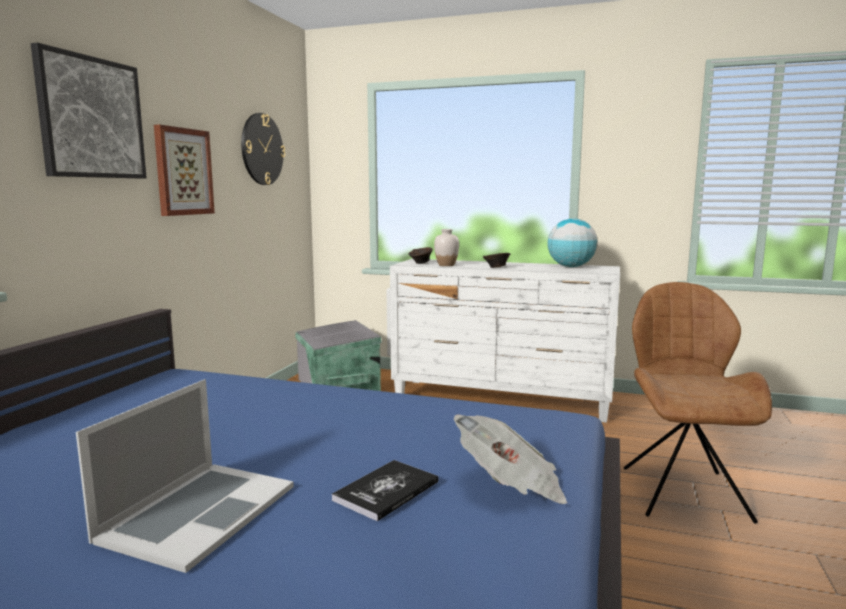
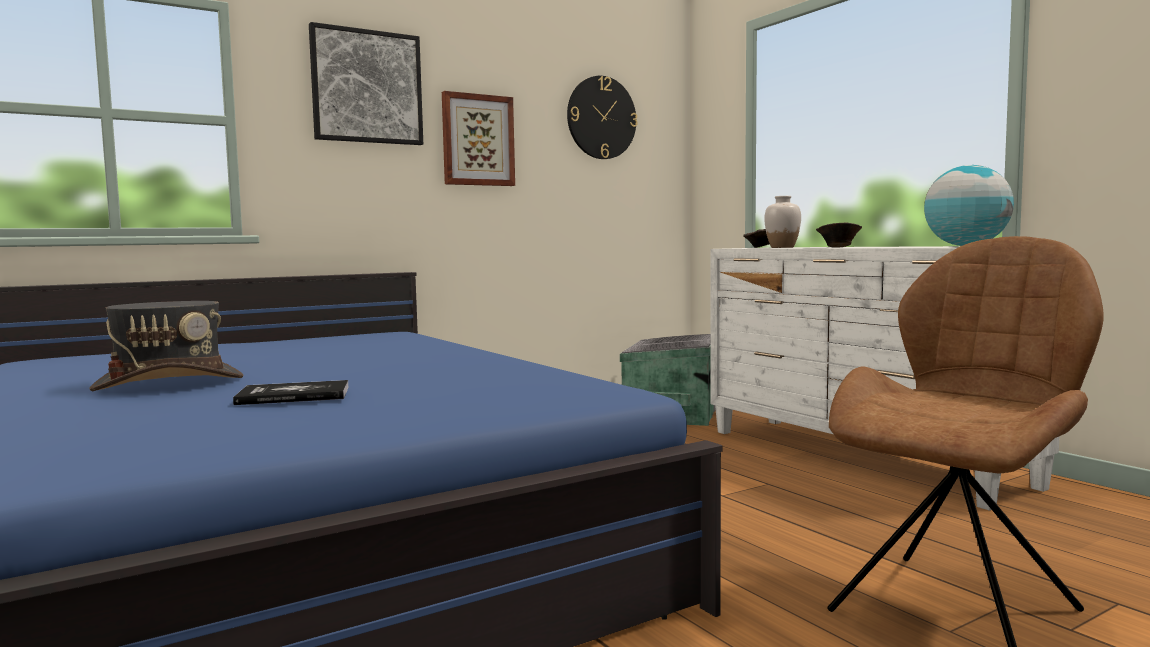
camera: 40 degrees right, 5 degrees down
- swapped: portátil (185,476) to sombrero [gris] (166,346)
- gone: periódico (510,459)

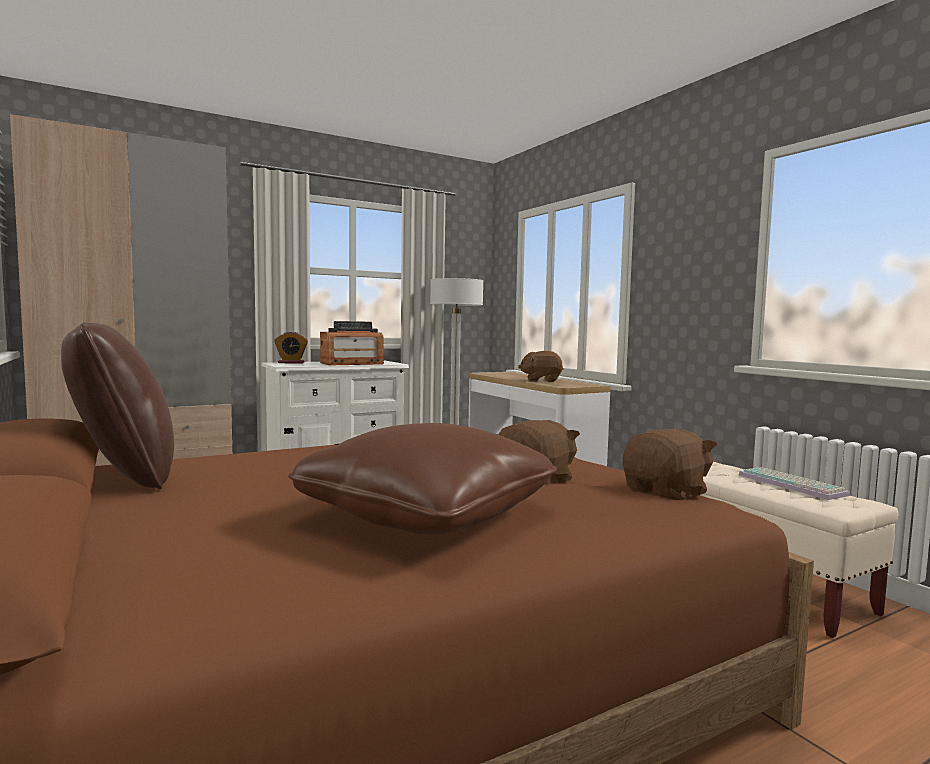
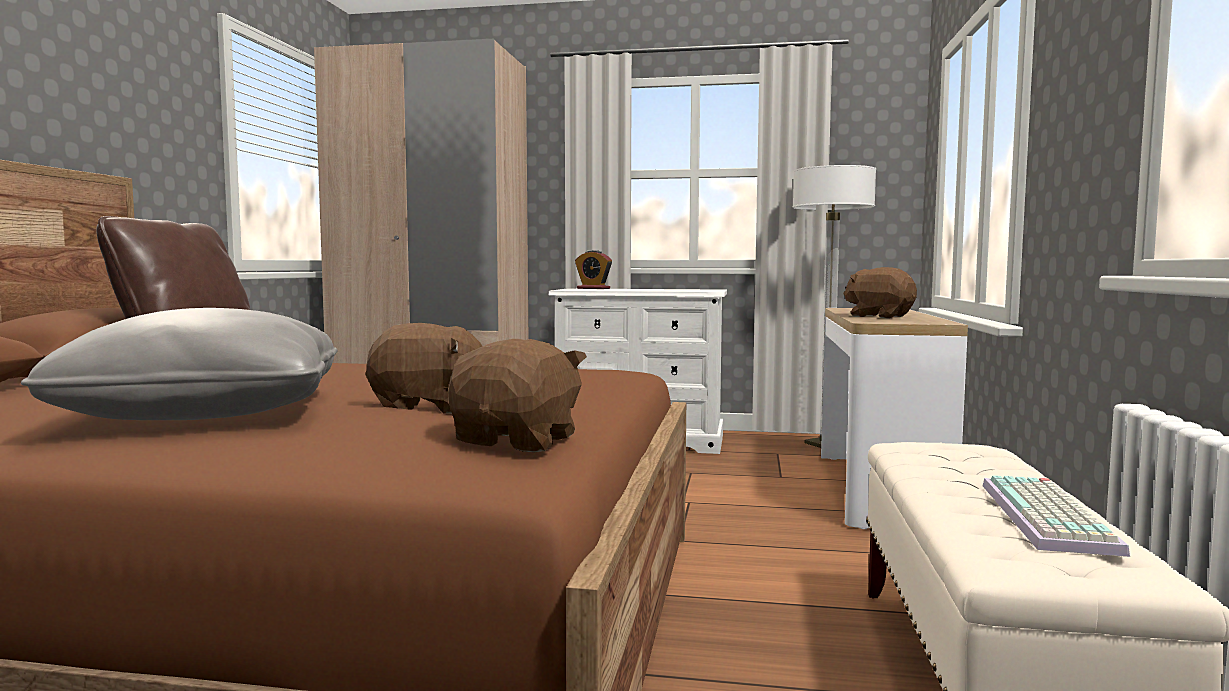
camera: 40 degrees right, 0 degrees up
- repainted: cojín [marrón] (422,479) to cojín [gris] (179,364)
- rotated: peluche [marrón] (670,464) = (517,395) 75 degrees counterclockwise
- gone: radio (352,343)

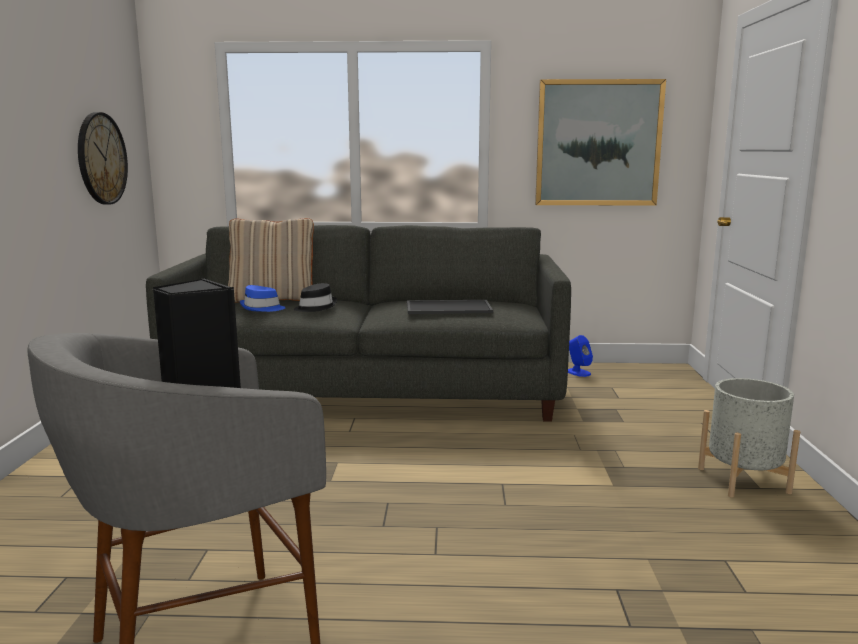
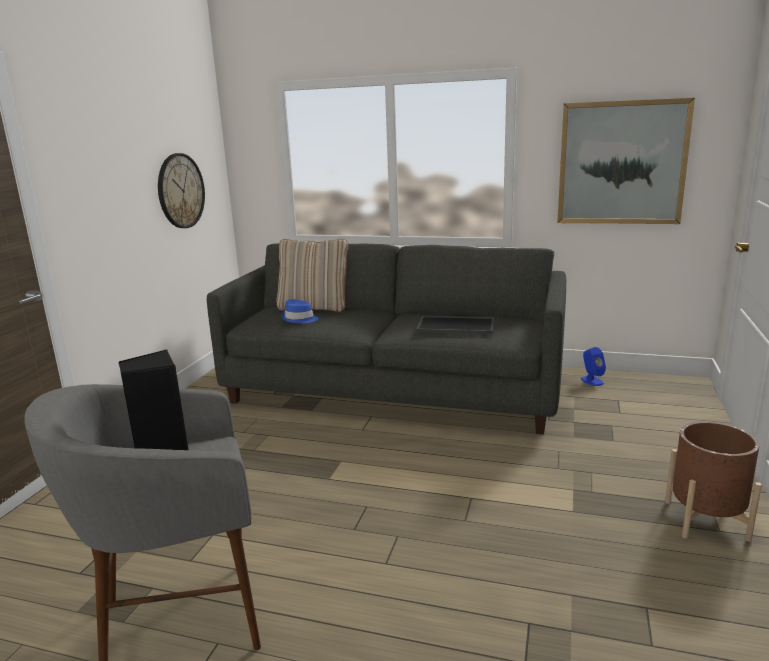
camera: 15 degrees right, 5 degrees up
- repainted: maceta [gris] (749,438) to maceta [marrón] (713,481)
- gone: sombrero [negro] (315,297)

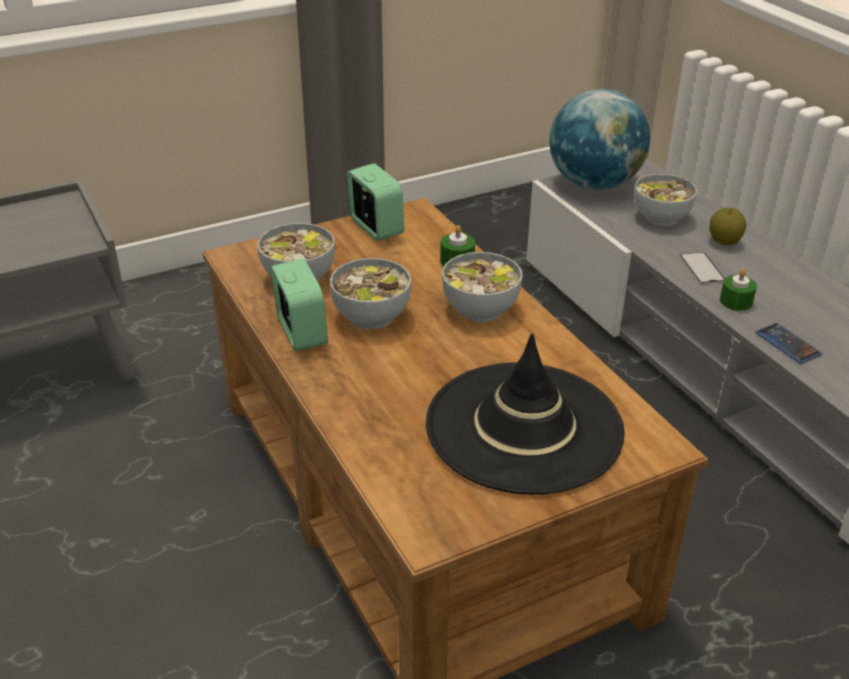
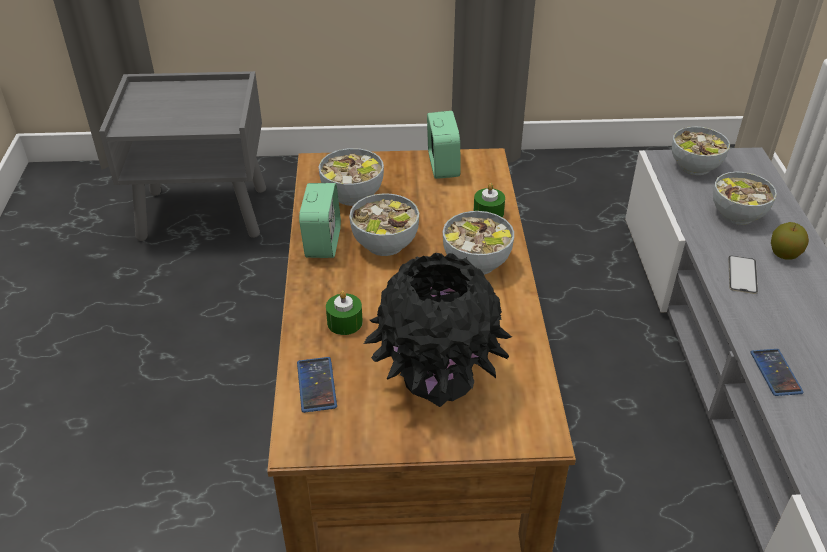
camera: 25 degrees right, 5 degrees up
- new: móvil (317,385)
- shifted: vela [verde] (738,290) to (344,313)
- swapped: sombrero [negro] (525,414) to florero [negro] (438,330)
- swapped: globo terráqueo (599,139) to cuenco (701,150)

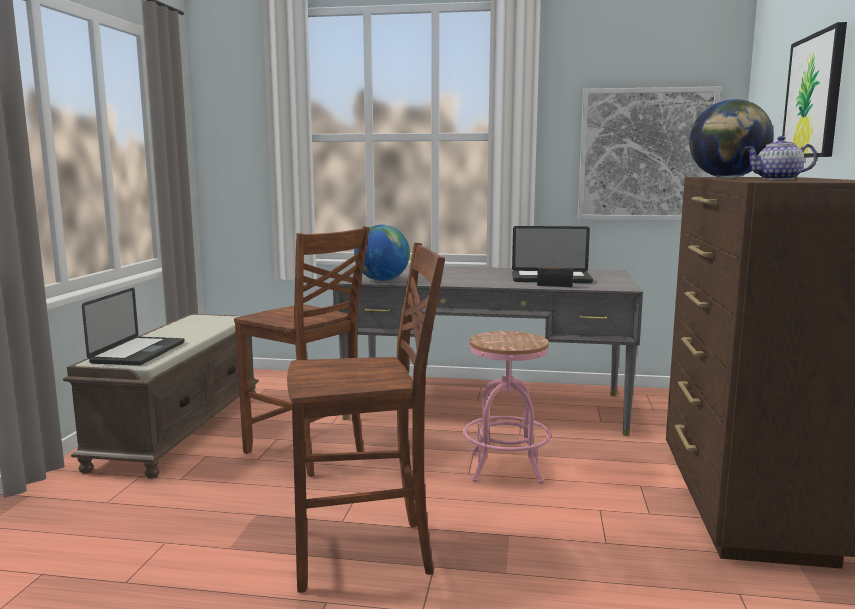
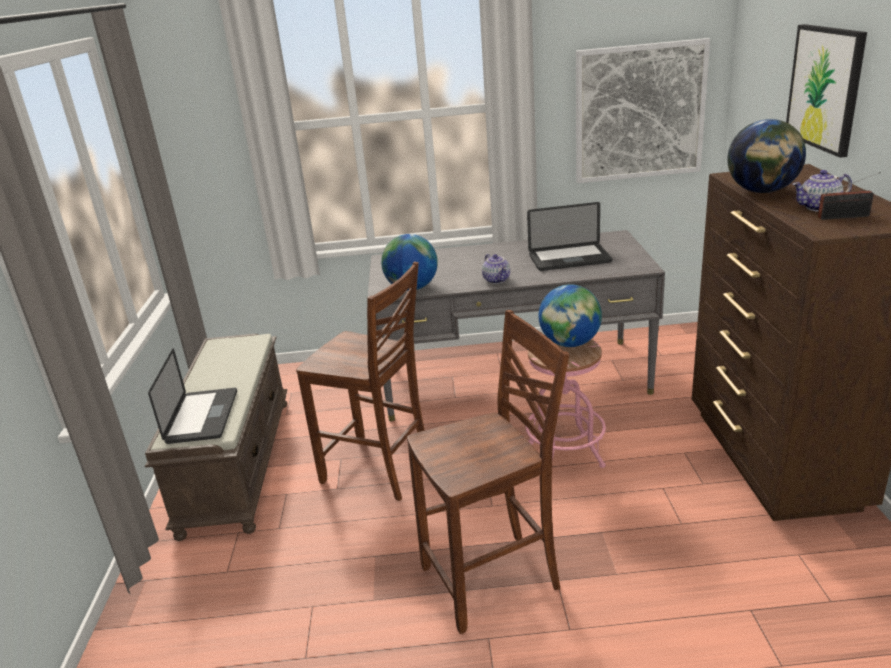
camera: 10 degrees left, 15 degrees up
- new: tetera (496,269)
- new: globo terráqueo (570,315)
- shifted: radio (556,271) to (849,196)

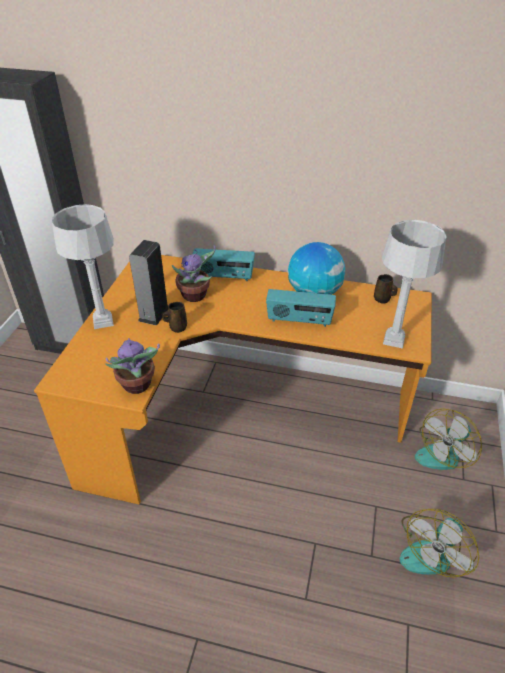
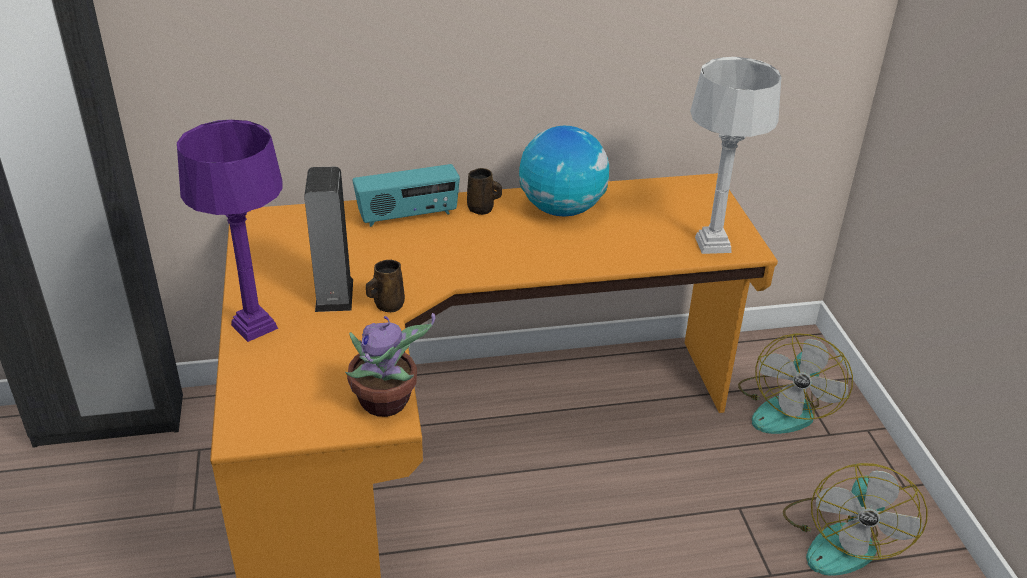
camera: 25 degrees left, 5 degrees down
- repainted: lámpara de mesa [gris] (83,266) to lámpara de mesa [morado] (229,231)
- shifted: taza grande [marrón] (386,288) to (484,191)
- gone: planta en maceta (194,273)
- gone: radio (301,308)

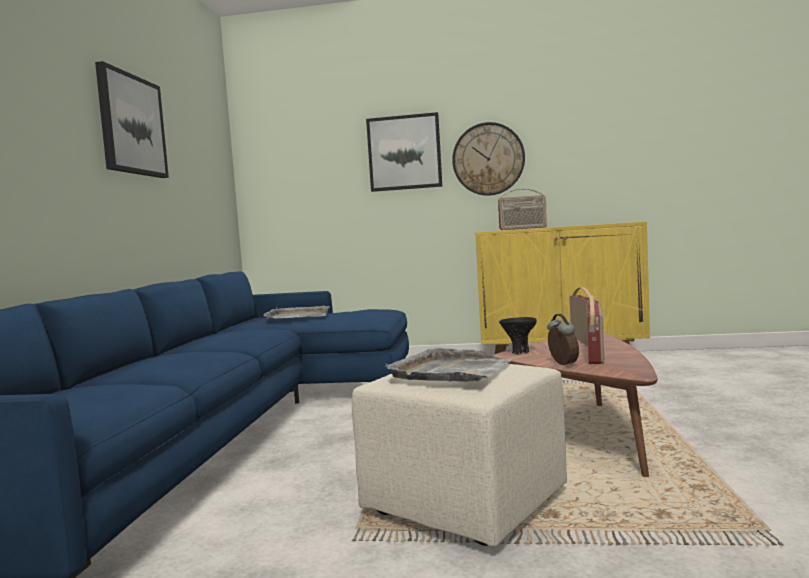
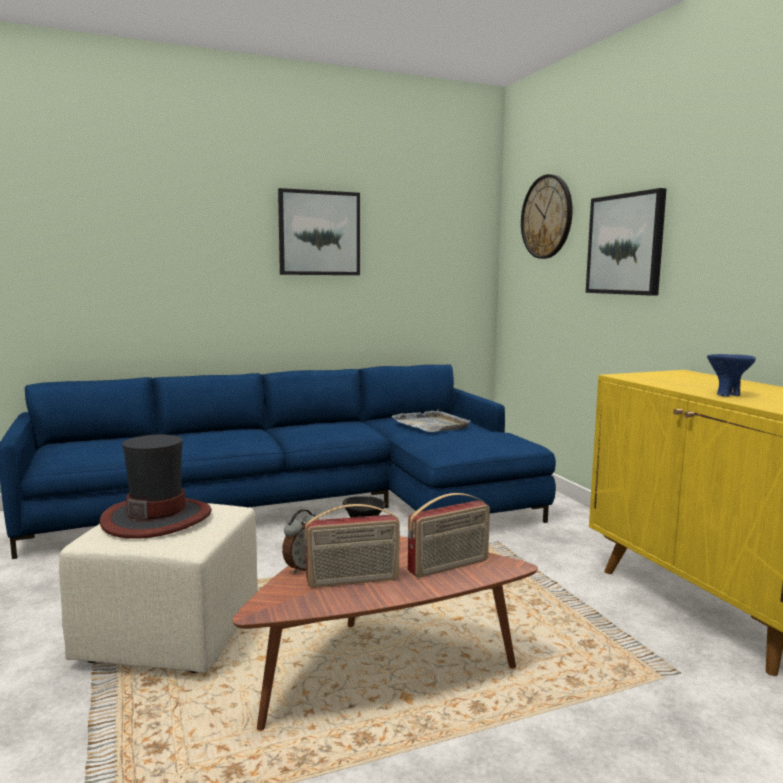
camera: 60 degrees right, 5 degrees up
- swapped: bandeja [gris] (448,365) to sombrero (156,487)
- shifted: reloj de pared (488,159) to (547,216)
- new: cuenco [azul] (731,375)
- gone: radio (522,209)

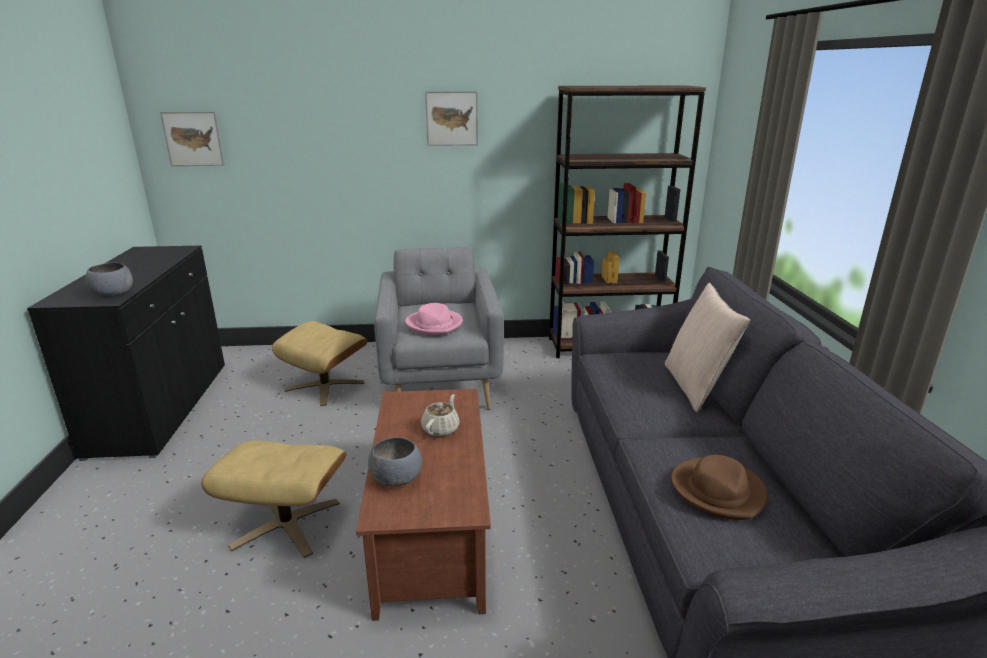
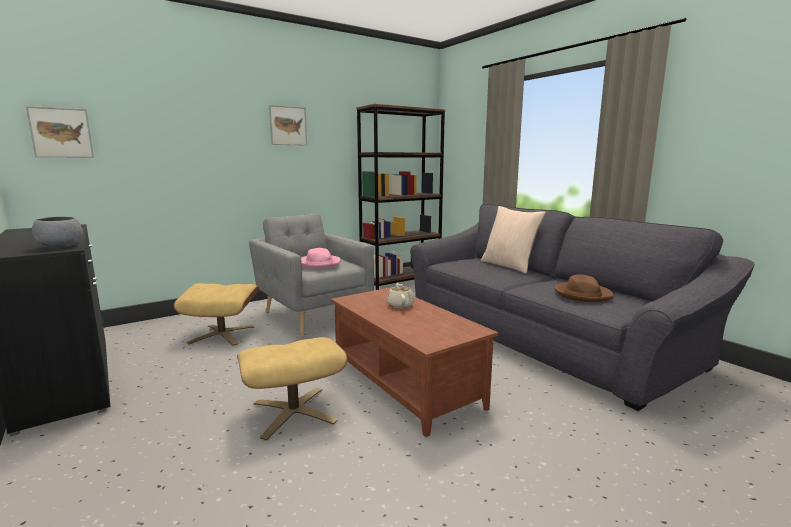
camera: 30 degrees left, 10 degrees down
- gone: cuenco [gris] (395,461)

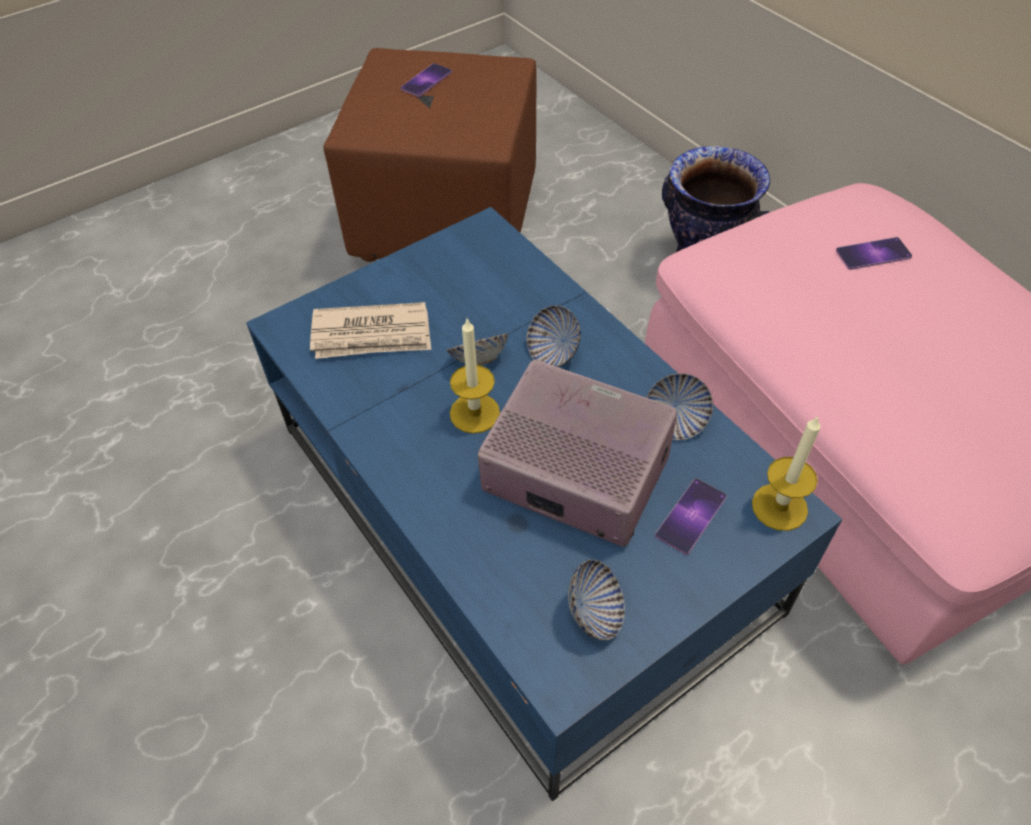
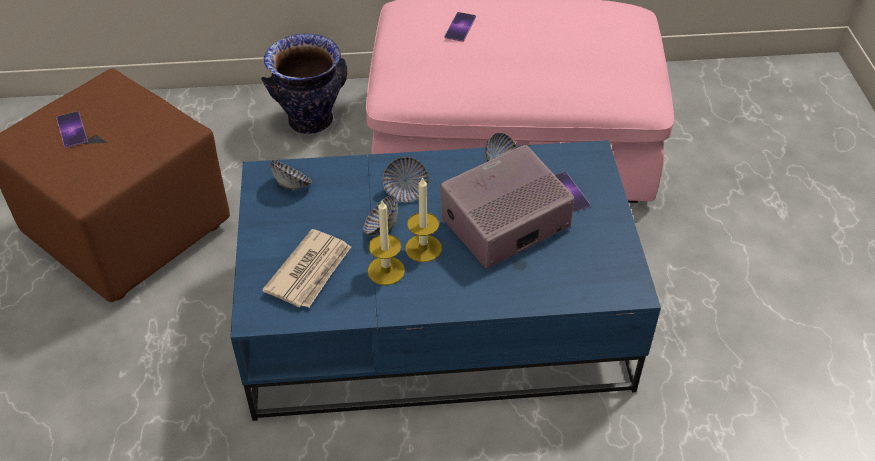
camera: 60 degrees left, 5 degrees down
- shifted: cuenco (596,599) to (291,175)
- shifted: vela (786,473) to (386,242)

